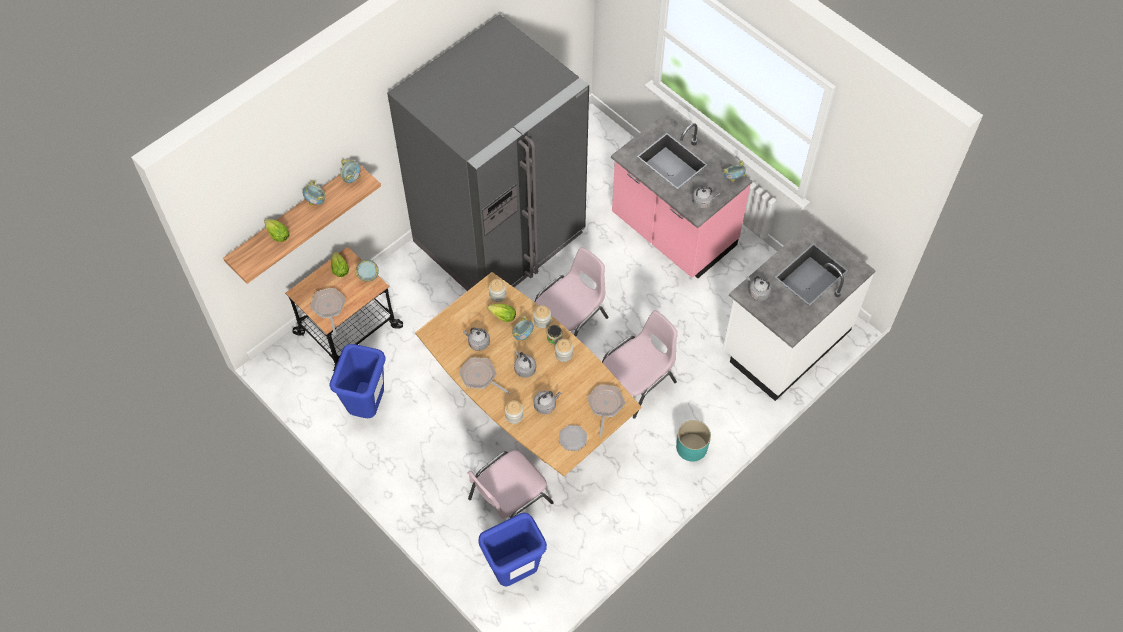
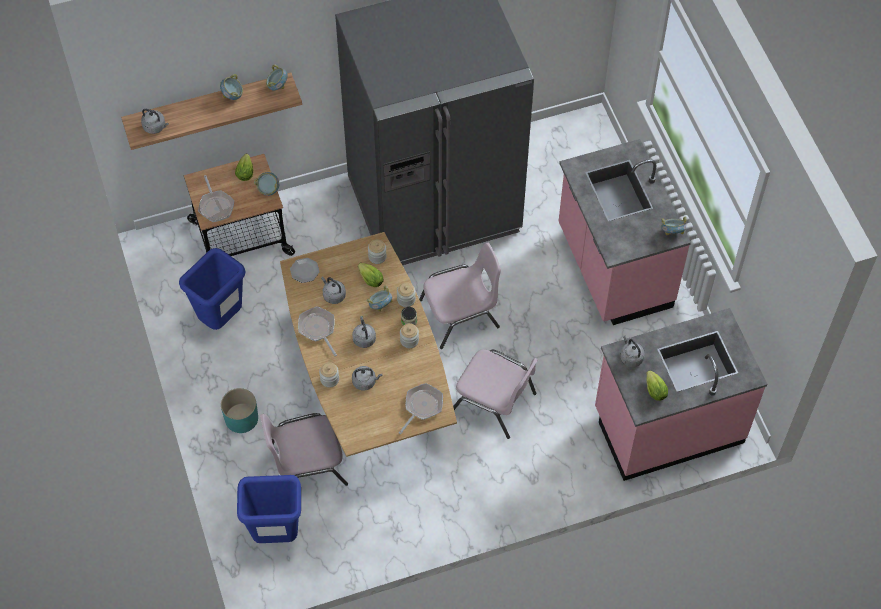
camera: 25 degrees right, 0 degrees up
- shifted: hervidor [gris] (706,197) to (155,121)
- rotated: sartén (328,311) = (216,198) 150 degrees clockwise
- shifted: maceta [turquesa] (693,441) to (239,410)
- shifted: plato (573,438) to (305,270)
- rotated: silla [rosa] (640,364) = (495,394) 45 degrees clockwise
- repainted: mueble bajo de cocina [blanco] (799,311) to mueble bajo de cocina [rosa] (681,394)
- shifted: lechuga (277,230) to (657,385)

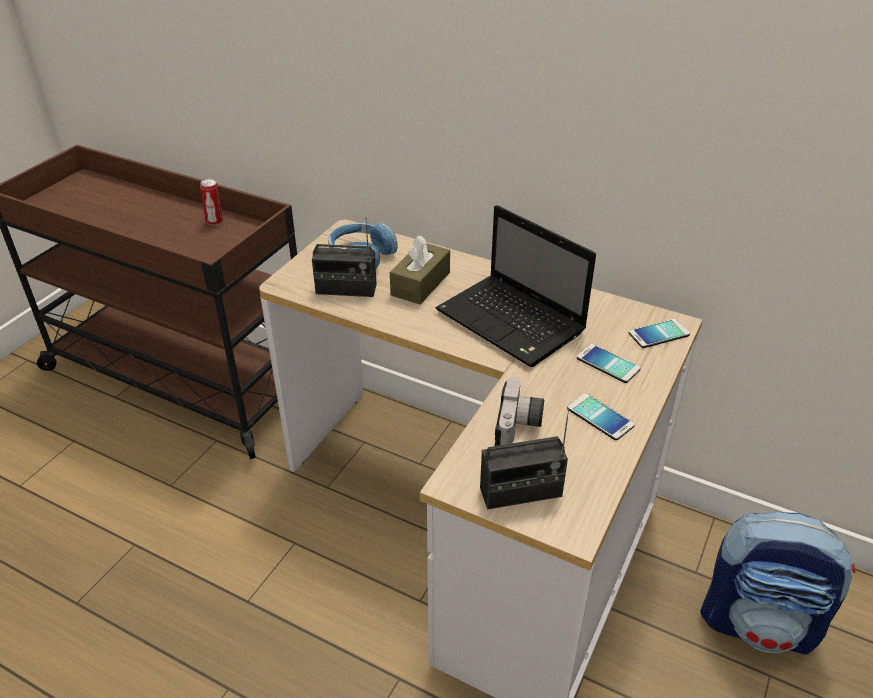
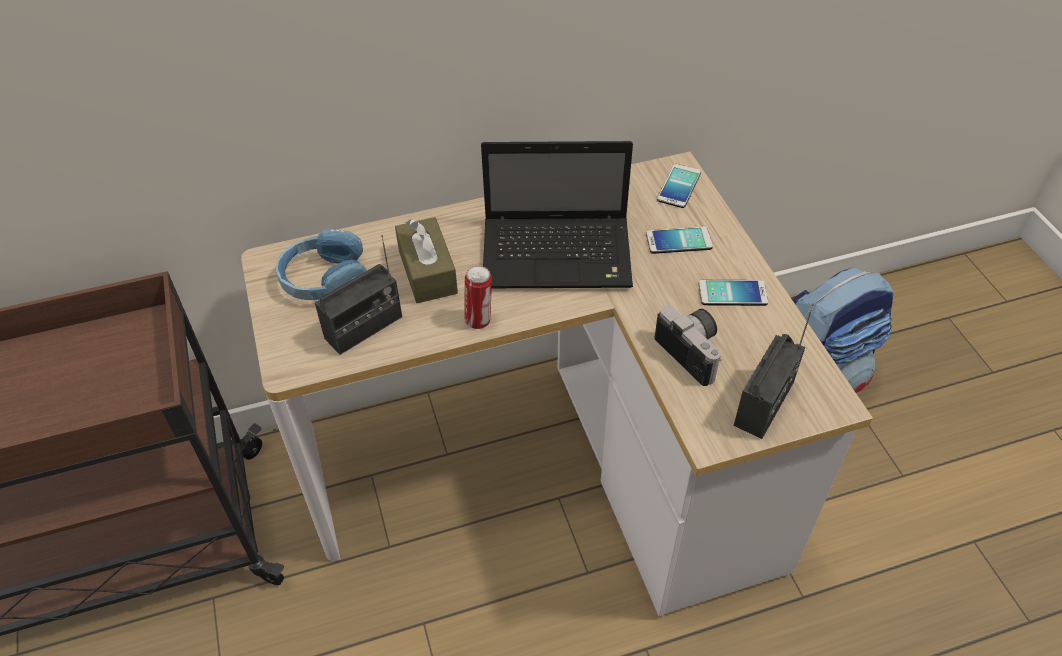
camera: 45 degrees left, 10 degrees up
- shifted: lata (211,202) to (478,297)

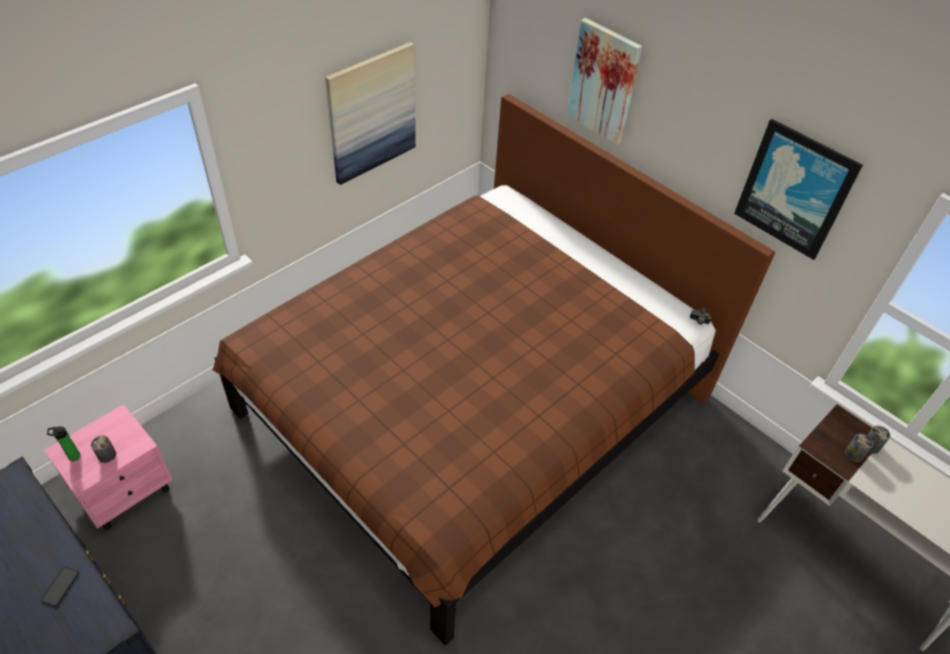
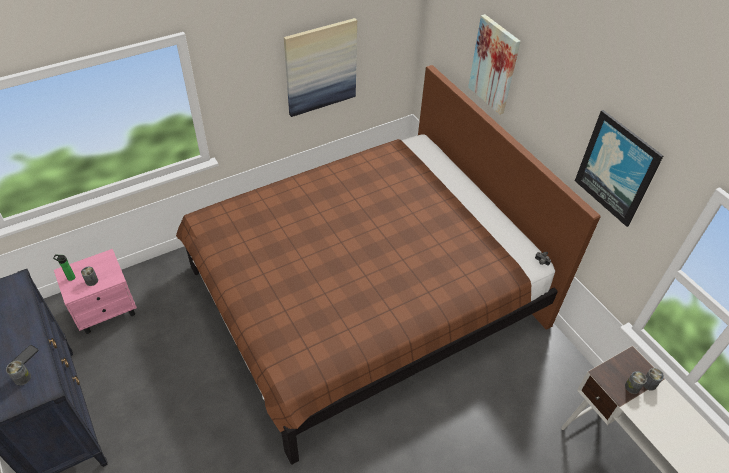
camera: 15 degrees right, 0 degrees up
- new: lata (18,373)

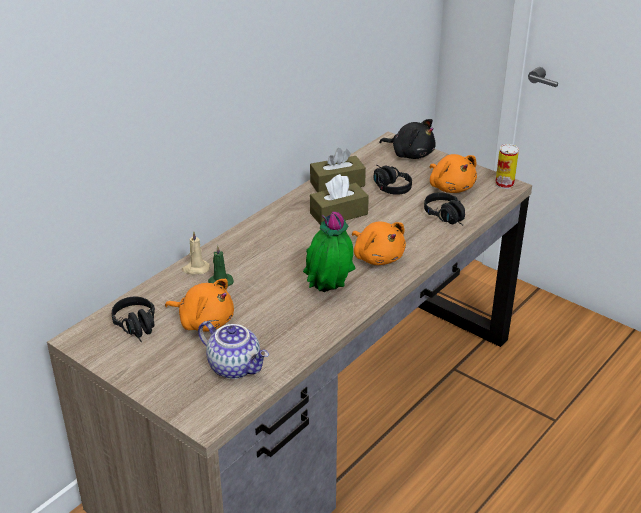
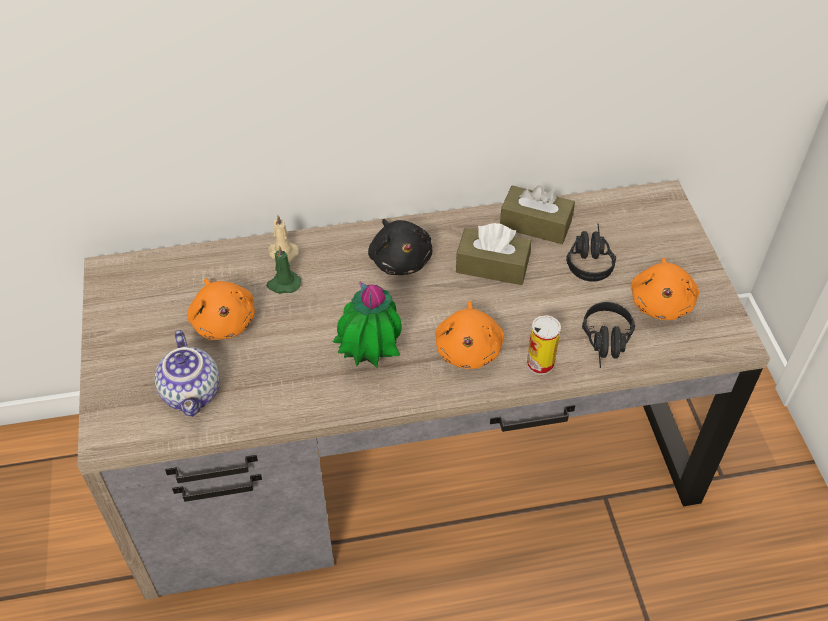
camera: 40 degrees right, 15 degrees up
- shifted: peluche [negro] (407,139) to (400,247)
- shifted: lata (507,166) to (544,345)
- gone: auriculares [negro] (133,319)

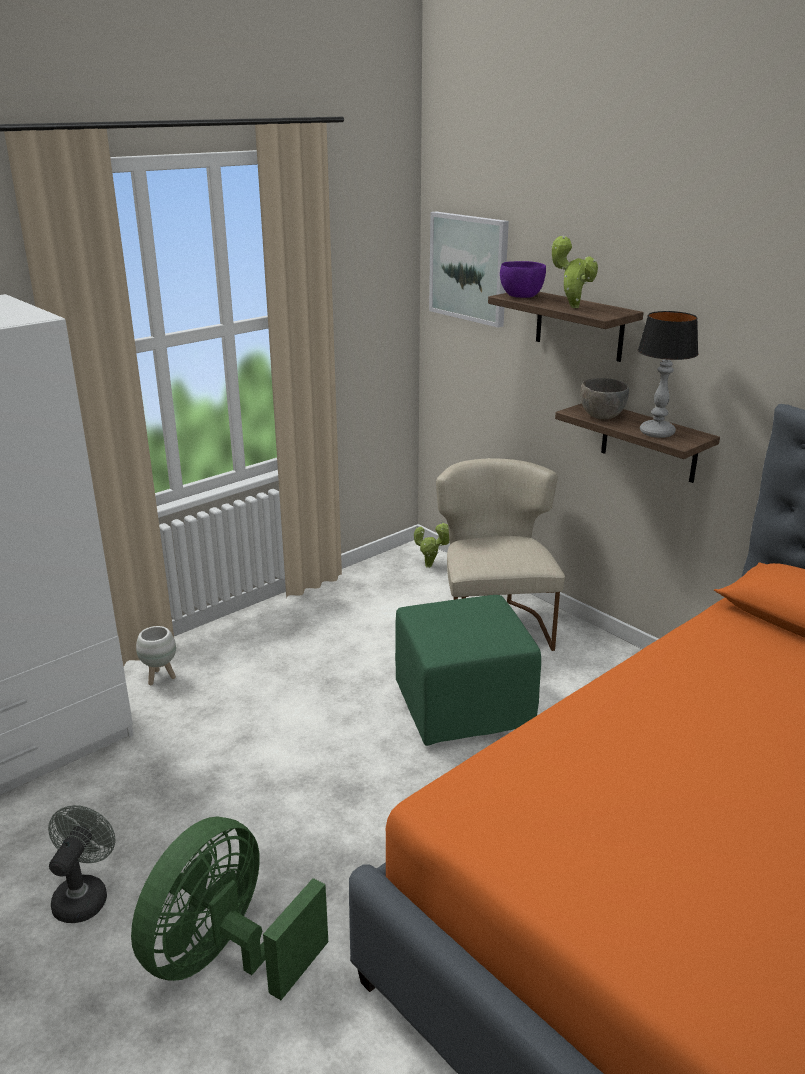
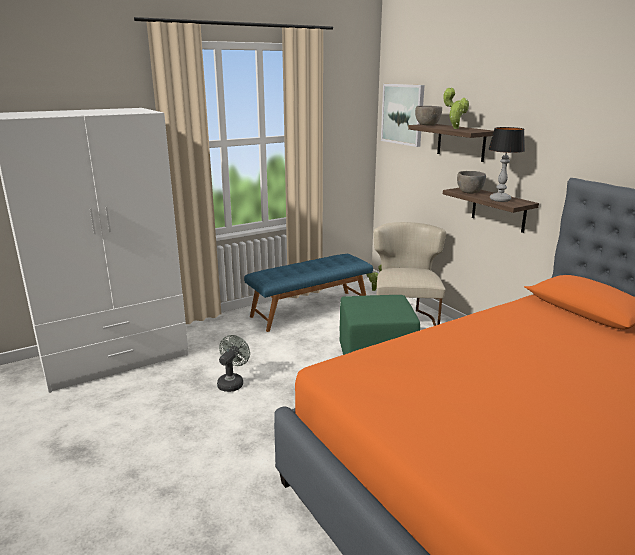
camera: 10 degrees right, 5 degrees down
- shifted: ventilador [gris] (82,864) to (233,363)
- new: banco [azul] (308,293)
- repainted: cuenco [morado] (523,279) to cuenco [gris] (428,116)
- gone: ventilador [verde] (229,908)
- gone: maceta [blanco] (156,655)

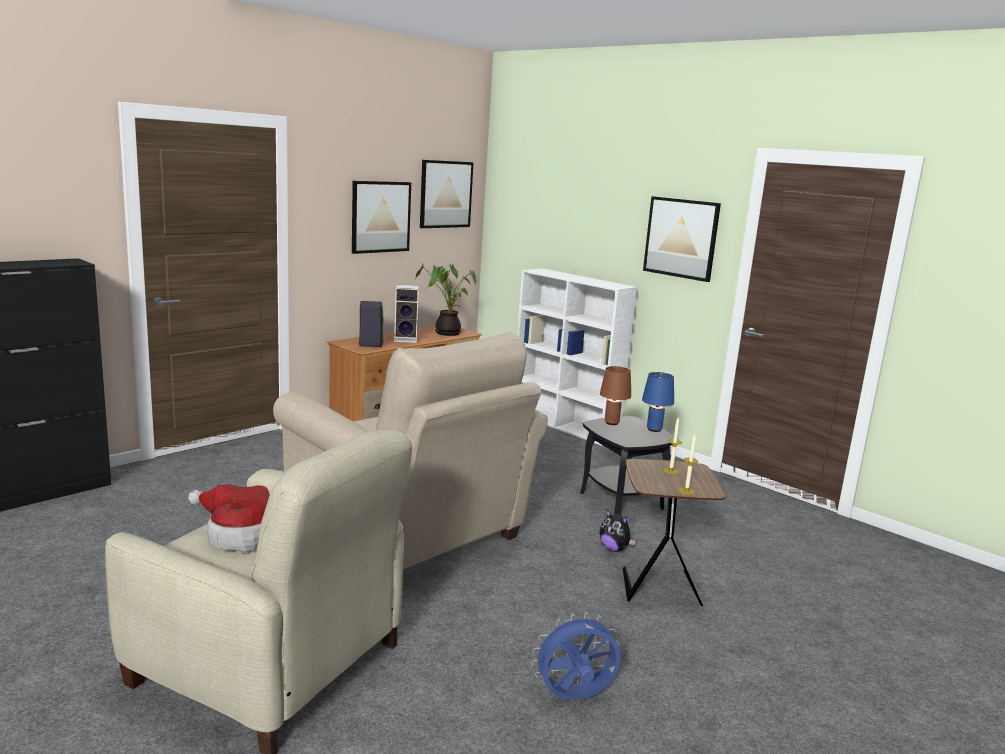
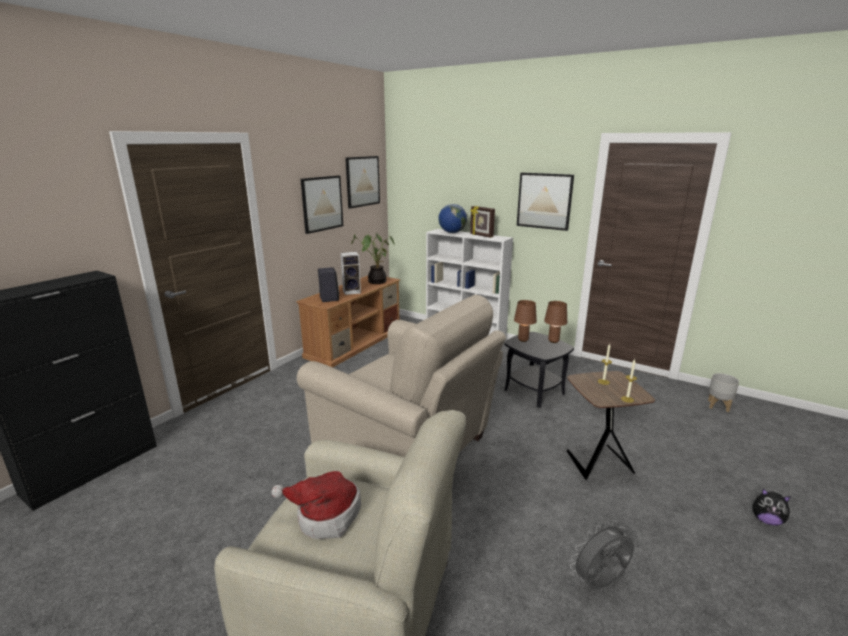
camera: 10 degrees left, 5 degrees up
- new: globo terráqueo (452,218)
- new: portarretratos (482,222)
- repainted: lámpara de mesa [azul] (658,402) to lámpara de mesa [marrón] (555,322)
- repainted: ventilador [azul] (576,656) to ventilador [gris] (602,554)
- new: maceta [gris] (723,392)
- shifted: peluche (617,530) to (772,507)

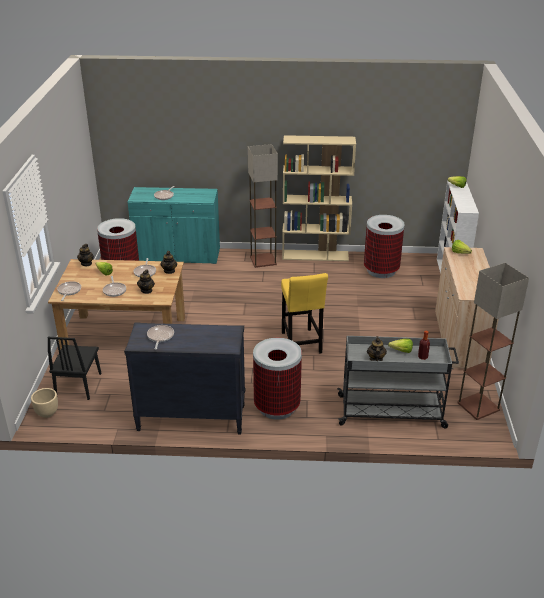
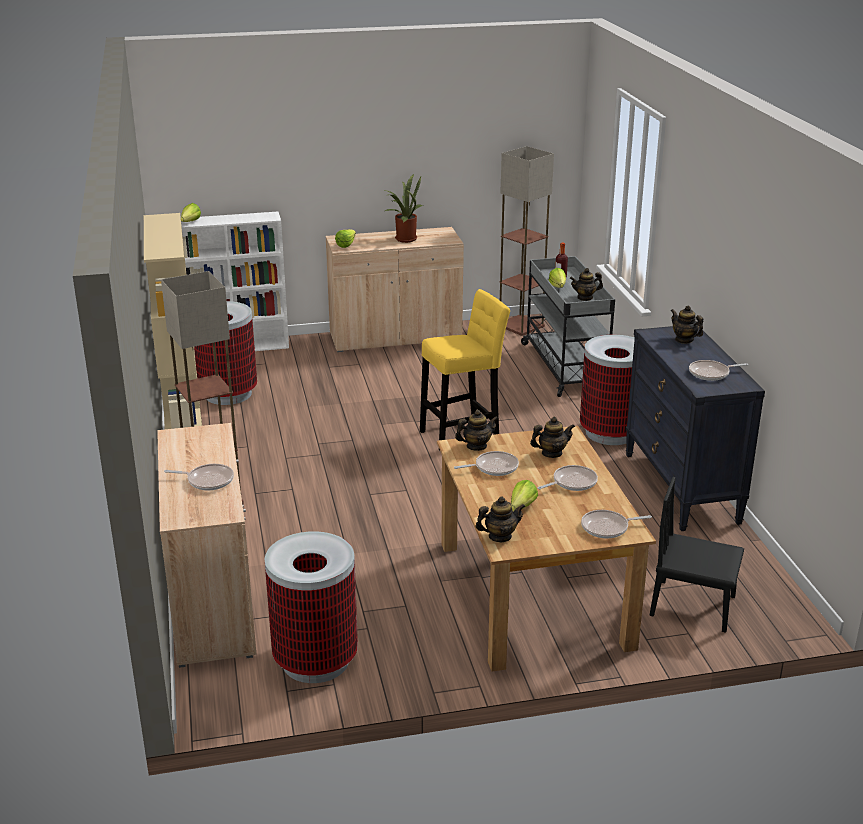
camera: 105 degrees left, 5 degrees down
- repainted: armario [turquesa] (173,225) to armario [beis] (207,545)
- new: planta en maceta (404,208)
- rotated: silla [negro] (75,368) = (697,555) 150 degrees counterclockwise
- new: tetera (687,324)
- gone: maceta [beis] (44,403)

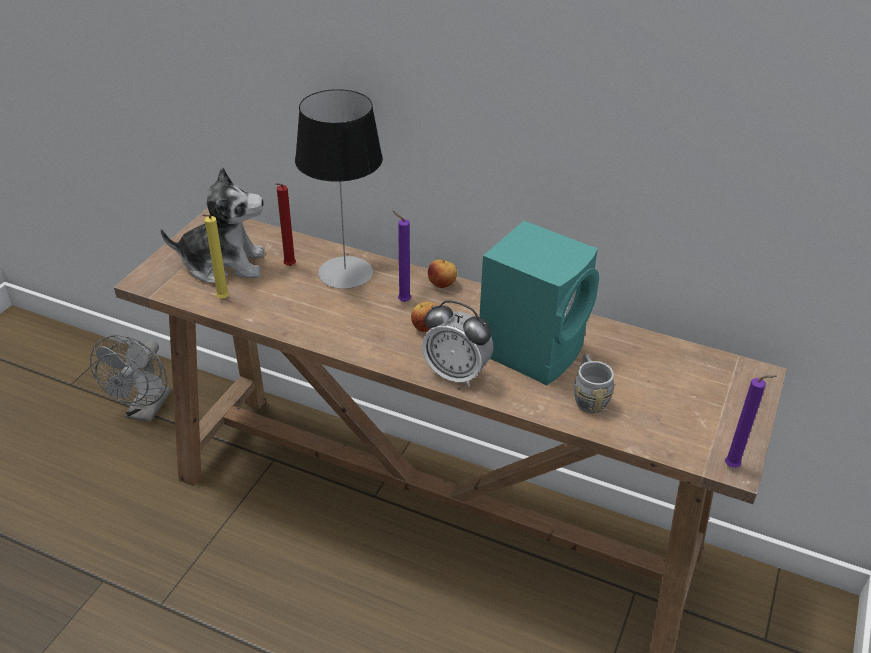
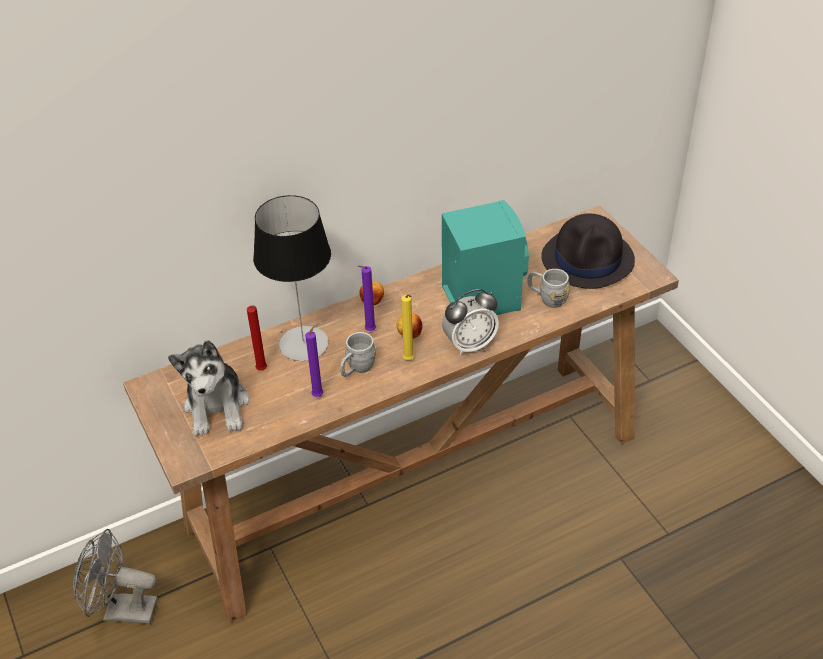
camera: 50 degrees left, 5 degrees up
- rotated: ventilador [gris] (130,378) = (115,576) 135 degrees clockwise
- rotated: peluche (212,225) = (208,388) 135 degrees clockwise
- shifted: vela [morado] (751,421) to (314,360)
- new: taza grande [gris] (358,354)
- shifted: vela [amarillo] (215,257) to (407,327)
- new: sombrero [negro] (588,251)

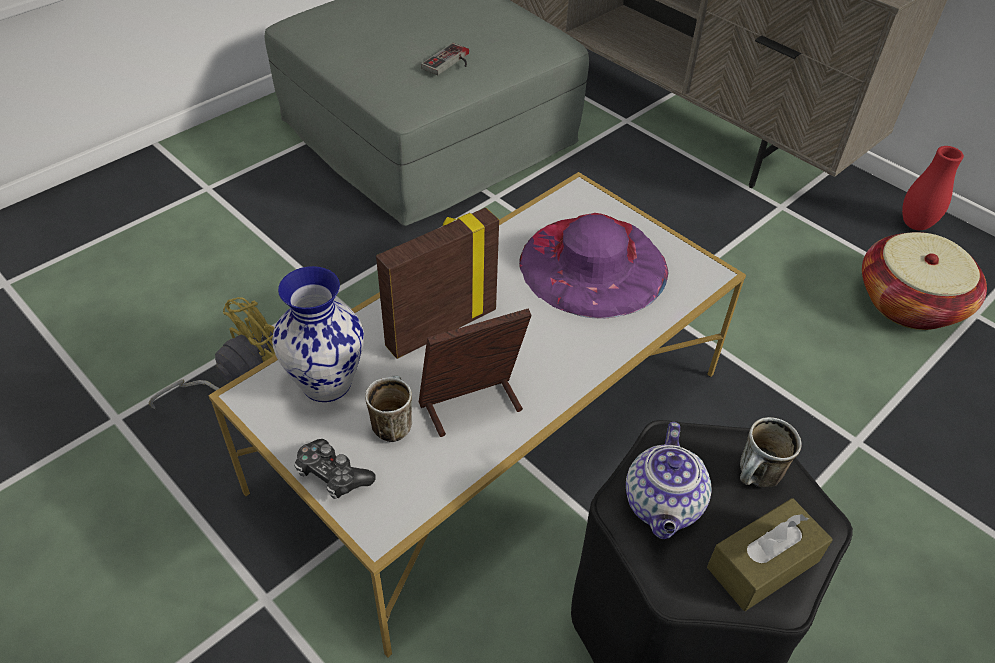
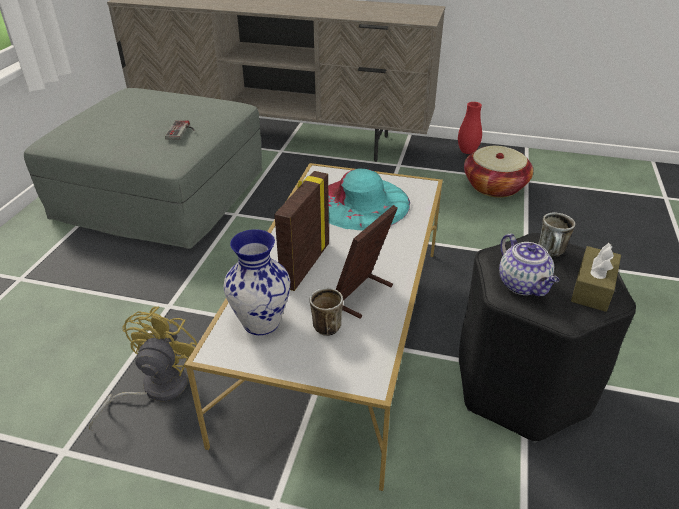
camera: 30 degrees left, 10 degrees down
- repainted: sombrero [morado] (594,266) to sombrero [turquesa] (369,199)
- gone: mando de consola (334,469)

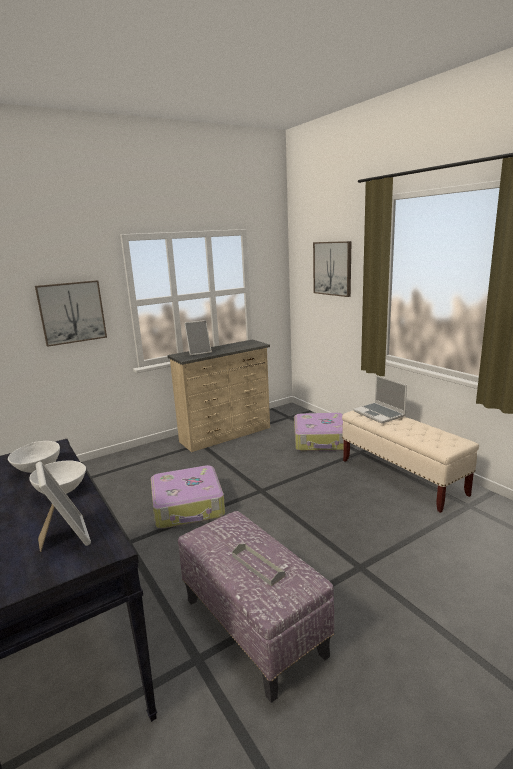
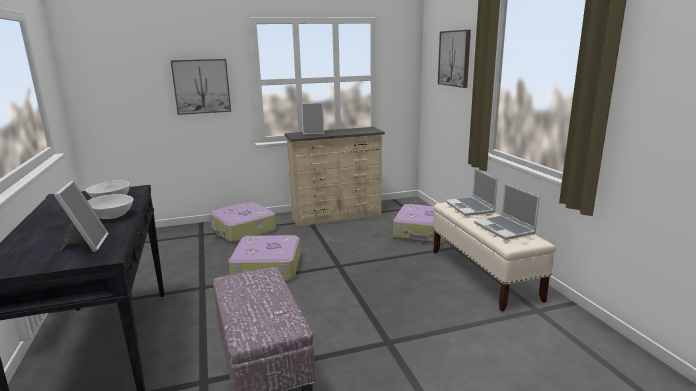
camera: 15 degrees right, 0 degrees up
- new: maleta (242,222)
- new: portátil (507,211)
- gone: bandeja [gris] (258,565)

